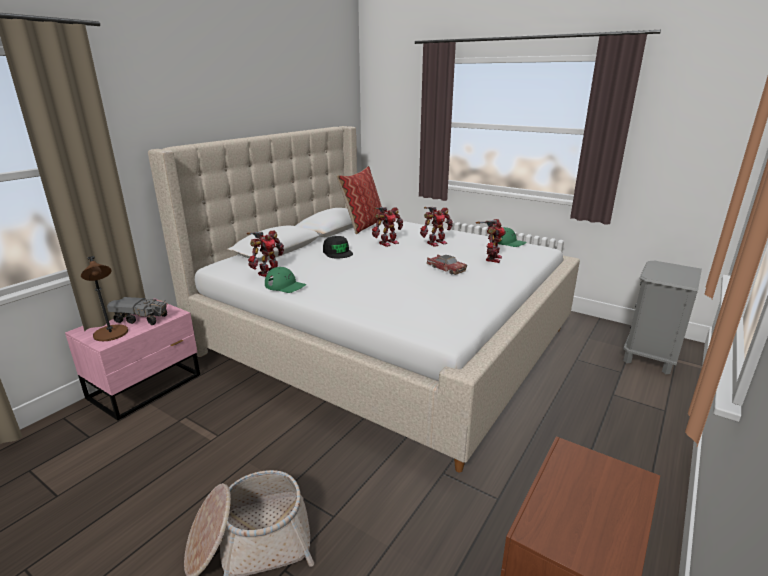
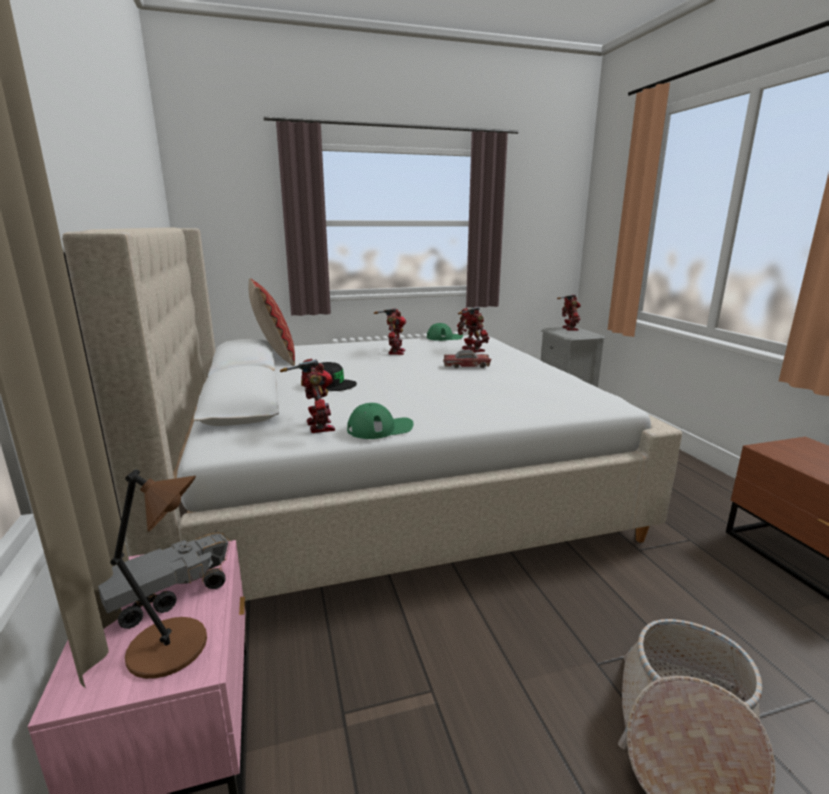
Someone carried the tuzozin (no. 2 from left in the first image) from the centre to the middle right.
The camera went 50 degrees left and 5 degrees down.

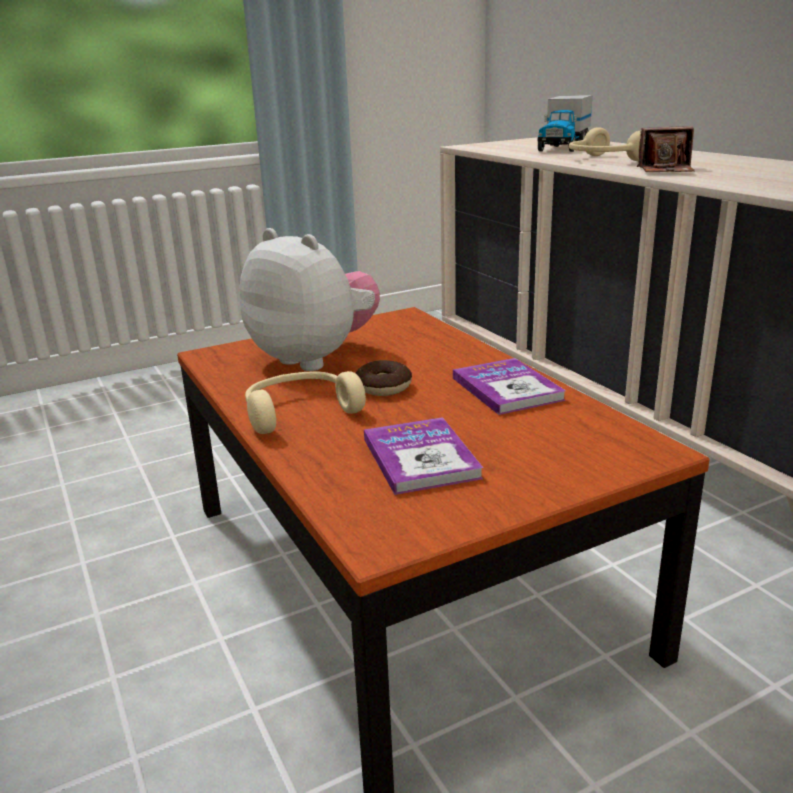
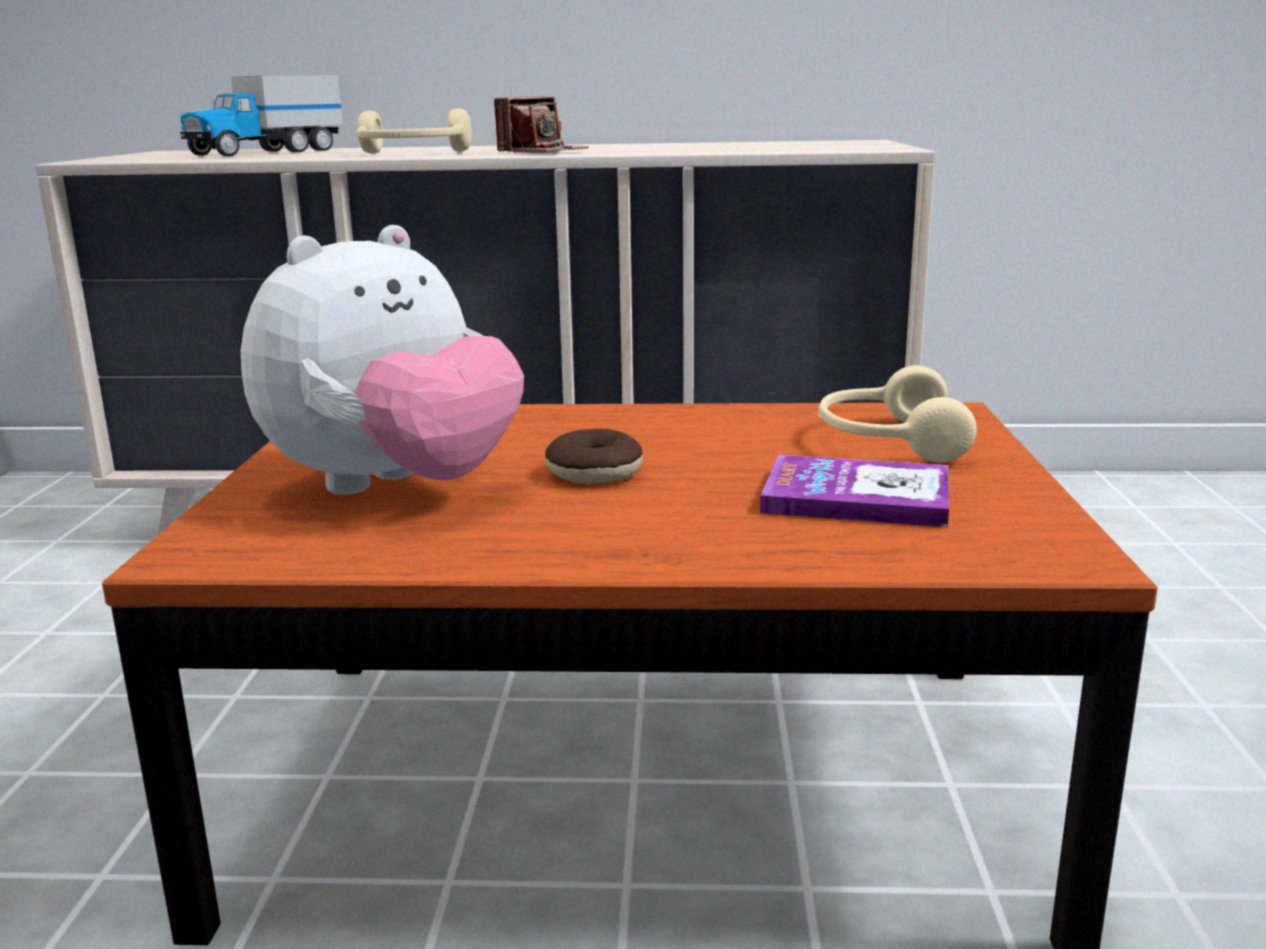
Someone rotated the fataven at the centre by 150 degrees clockwise.
Someone carried the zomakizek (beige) (no. 1 from left in the first image) from the centre to the middle right.
Someone took away the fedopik (no. 2 from left) at the centre.
Someone rotated the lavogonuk at the top right by 75 degrees clockwise.
The camera went 60 degrees left and 5 degrees down.

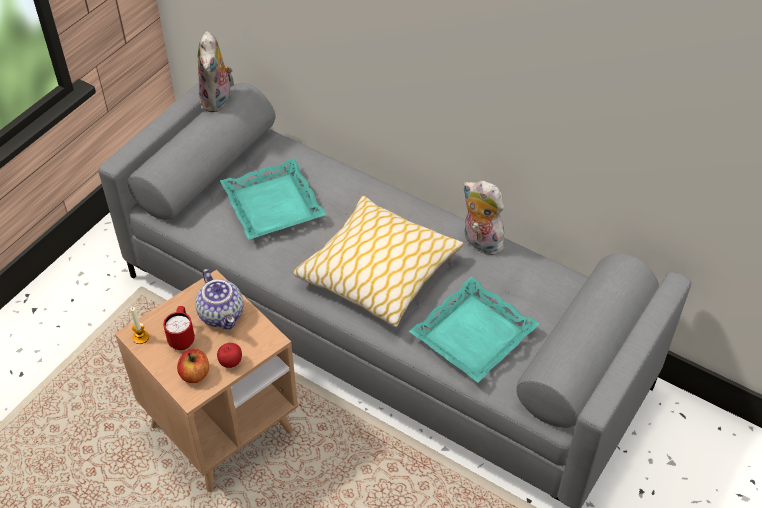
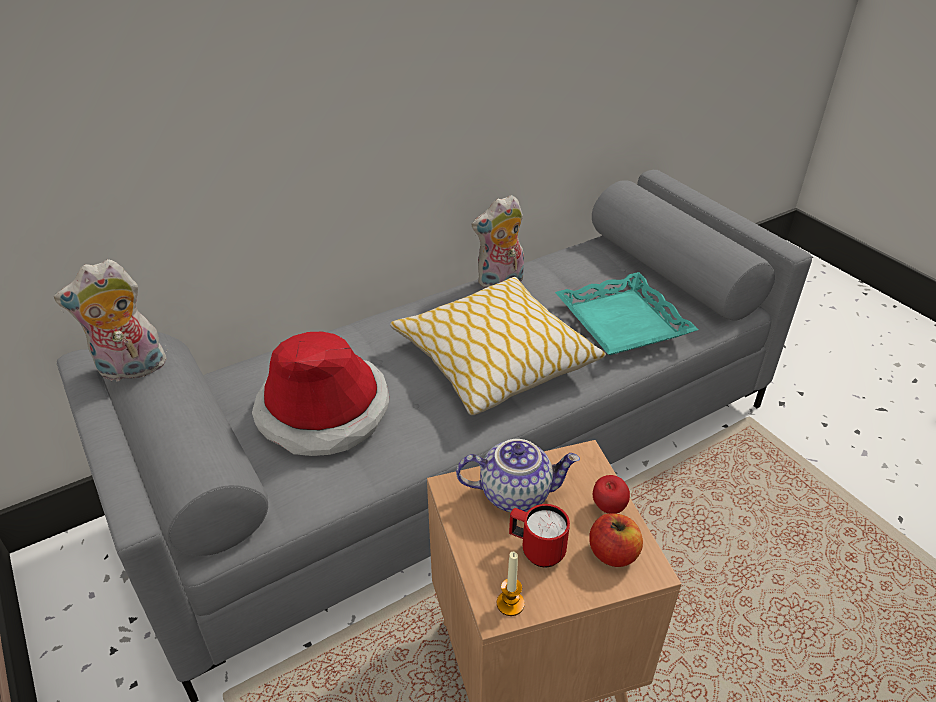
Someone rotated the fataven (no. 1 from left) at the top left by 135 degrees clockwise.
Someone swapped the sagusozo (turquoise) (no. 1 from left) at the centre for the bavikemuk at the centre.
The camera went 65 degrees left and 10 degrees down.

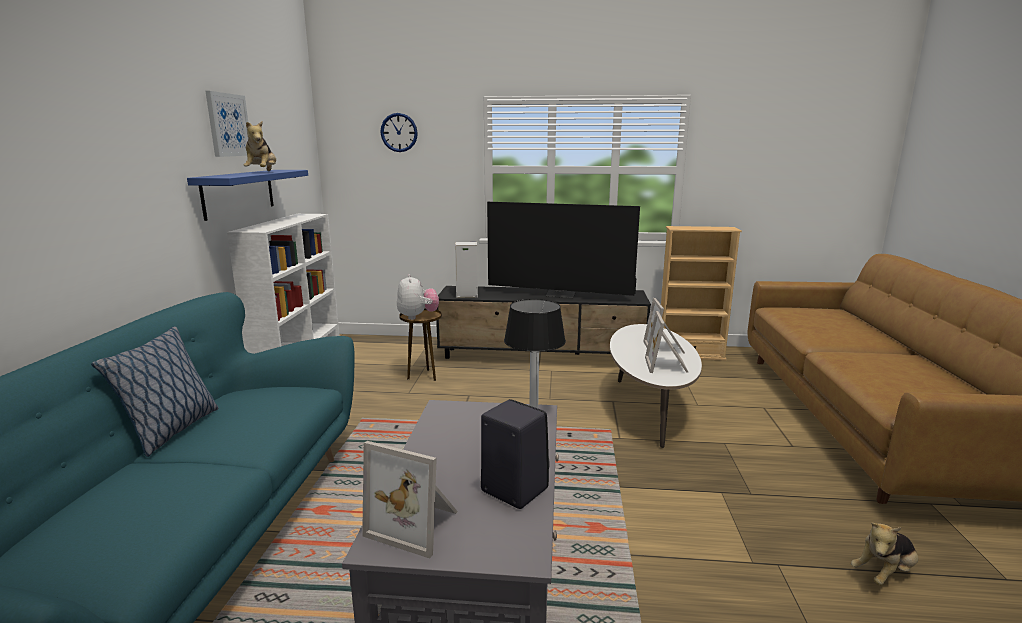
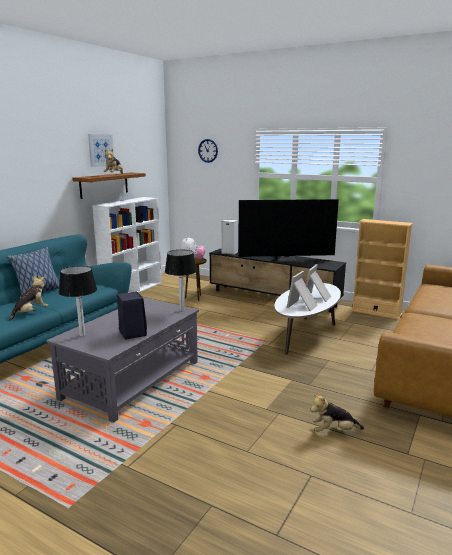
Someone repainted the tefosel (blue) at the top left, which became the tefosel (brown) at the middle left.
Someone swapped the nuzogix (no. 1 from left) at the bottom centre for the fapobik (no. 1 from left) at the middle left.
Someone rotated the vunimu at the centre by 45 degrees counterclockwise.
Someone put down the fataven (no. 1 from left) at the middle left.
The camera went 25 degrees right and 0 degrees up.

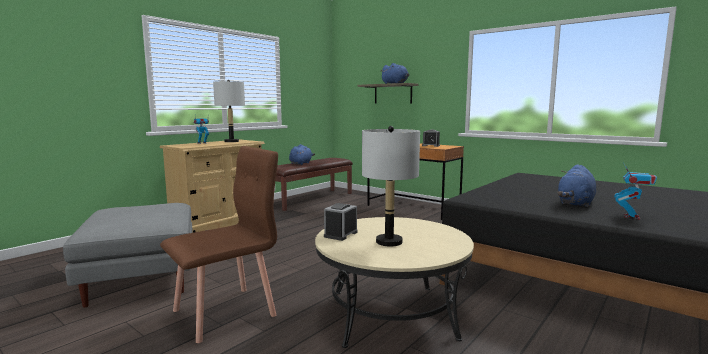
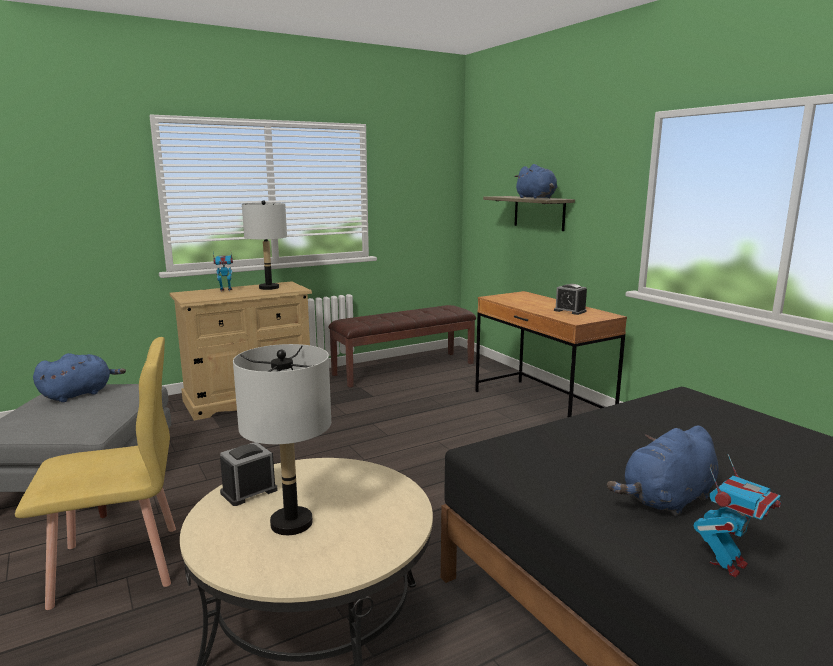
Someone repainted the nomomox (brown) at the bottom left, which became the nomomox (yellow) at the bottom left.
Someone carried the fataven (blue) (no. 1 from left) from the centre to the middle left.
The camera went 20 degrees right and 5 degrees up.

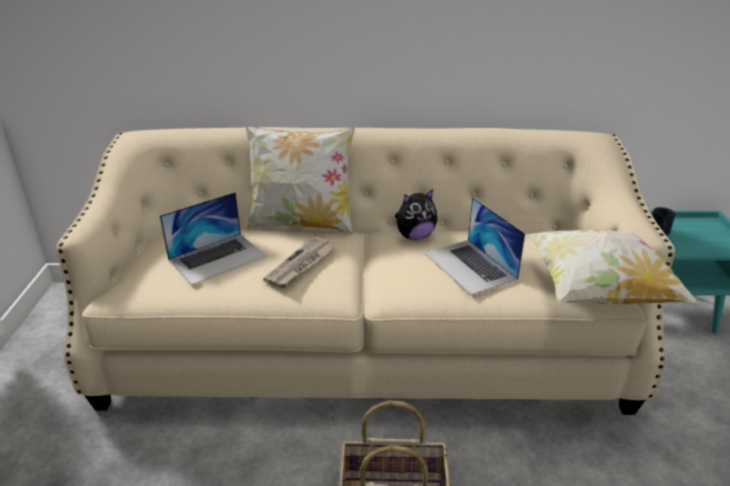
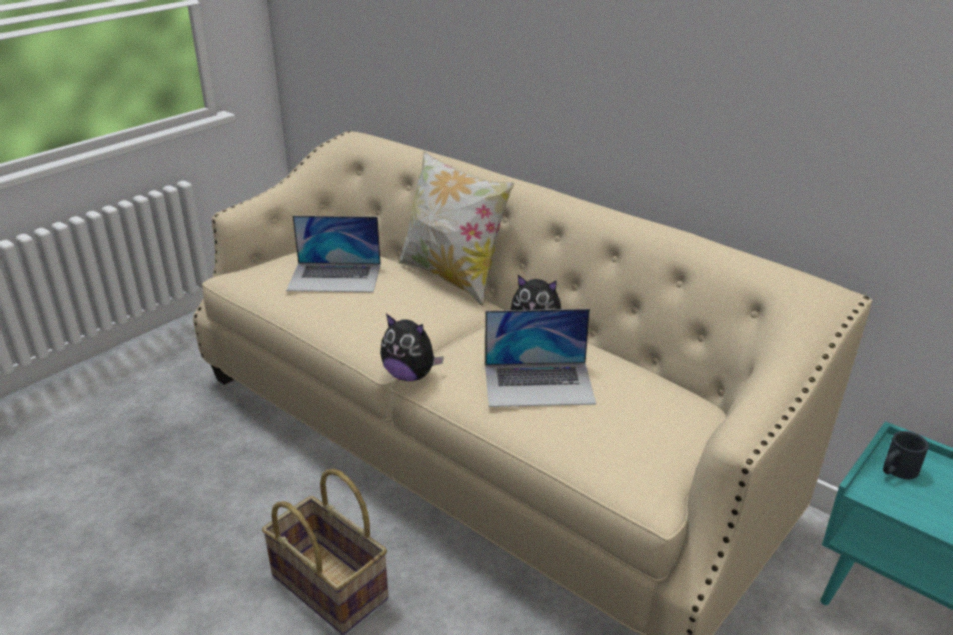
Someone took away the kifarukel at the centre.
Someone rotated the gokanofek (no. 2 from left) at the centre by 105 degrees counterclockwise.
Someone took away the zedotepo (no. 2 from left) at the middle right.
Someone put down the fataven (no. 1 from left) at the centre.
The camera went 40 degrees right and 0 degrees up.

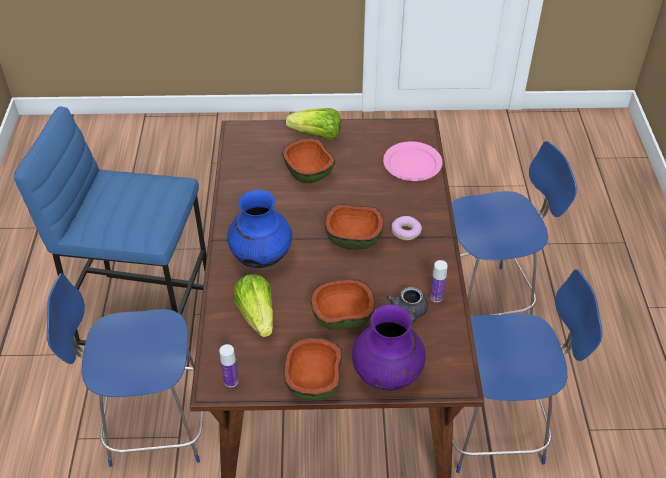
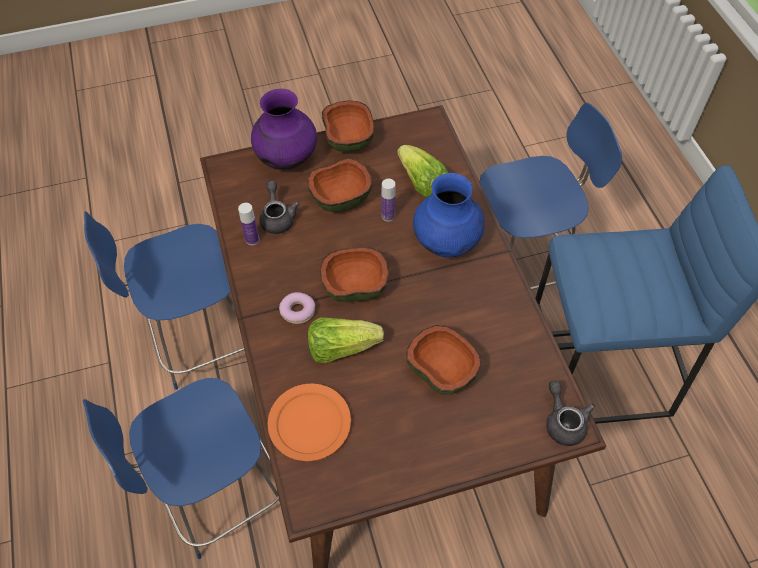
Someone carried the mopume (no. 1 from left in the first image) from the bottom centre to the centre.
Someone carried the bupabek (no. 2 from left in the first image) from the top centre to the centre.
Someone repainted the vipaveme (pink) at the centre, which became the vipaveme (orange) at the bottom centre.
Someone put down the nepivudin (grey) (no. 2 from left) at the bottom right.
The camera went 165 degrees right and 10 degrees up.

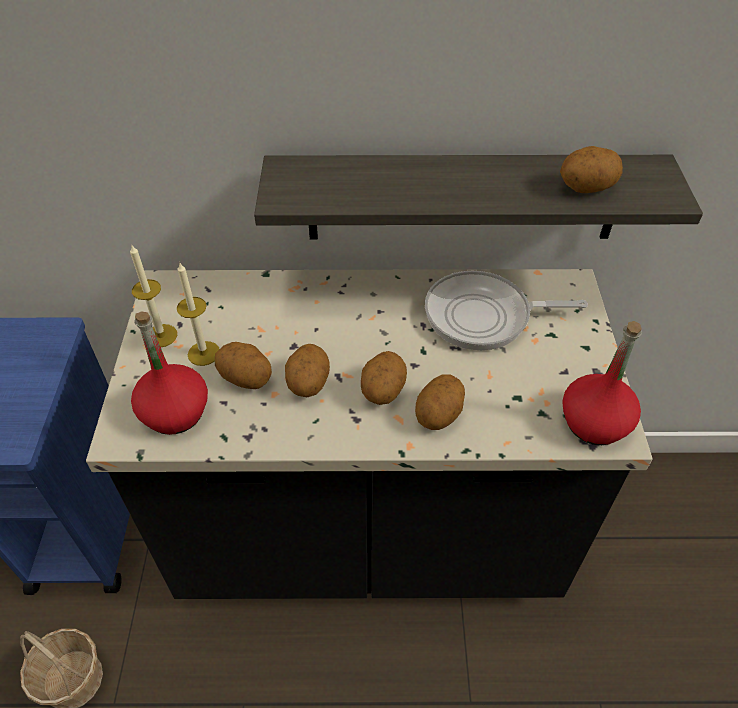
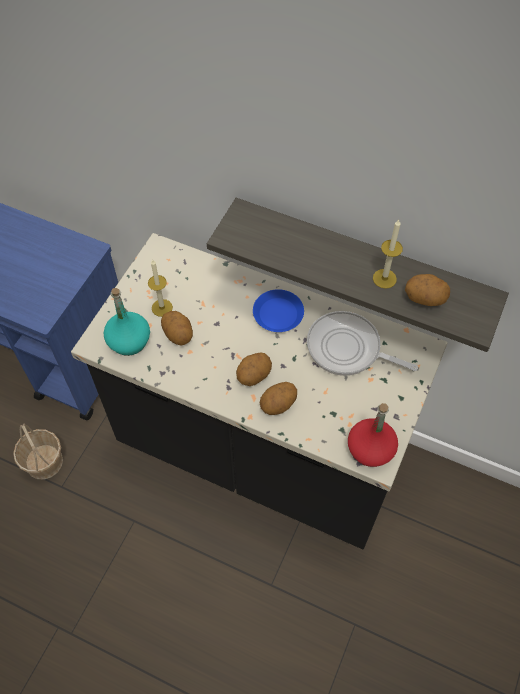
Someone carried the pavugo (no. 1 from left in the first image) from the middle left to the middle right.
Someone repainted the mopume (red) (no. 1 from left) at the middle left, which became the mopume (turquoise) at the middle left.
Someone took away the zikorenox (no. 2 from left) at the centre.
Someone put down the vipaveme (blue) at the centre.
The camera went 25 degrees right and 10 degrees up.

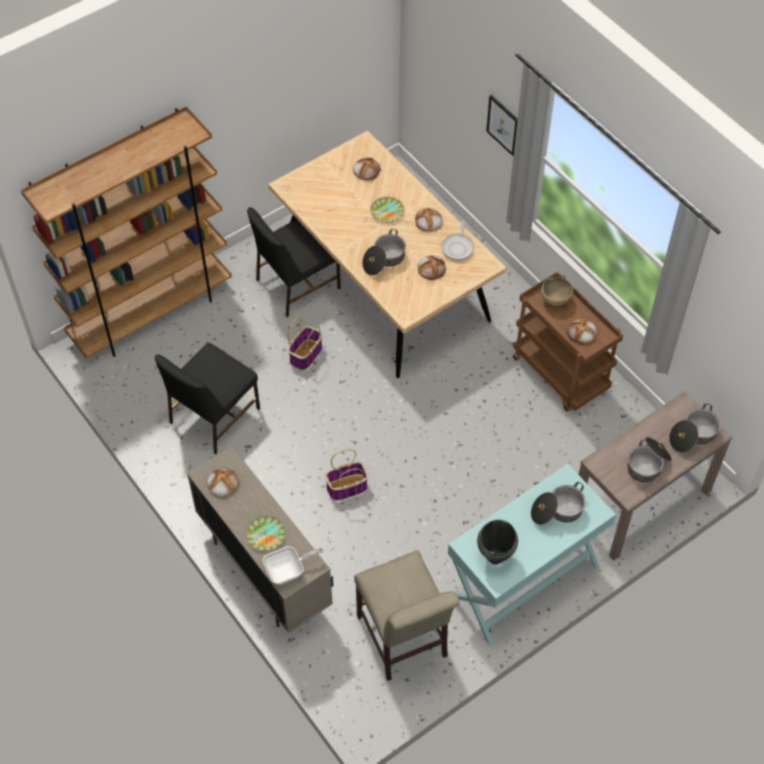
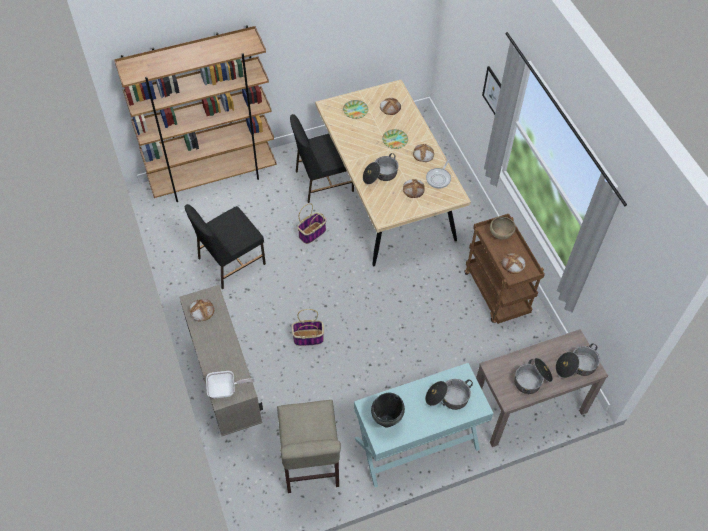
Someone carried the vipaveme (no. 1 from left) from the bottom centre to the top centre.
The camera went 15 degrees right and 0 degrees up.

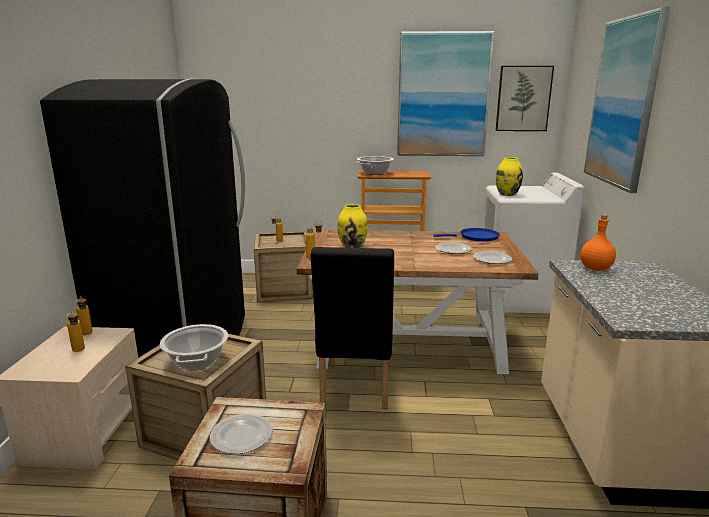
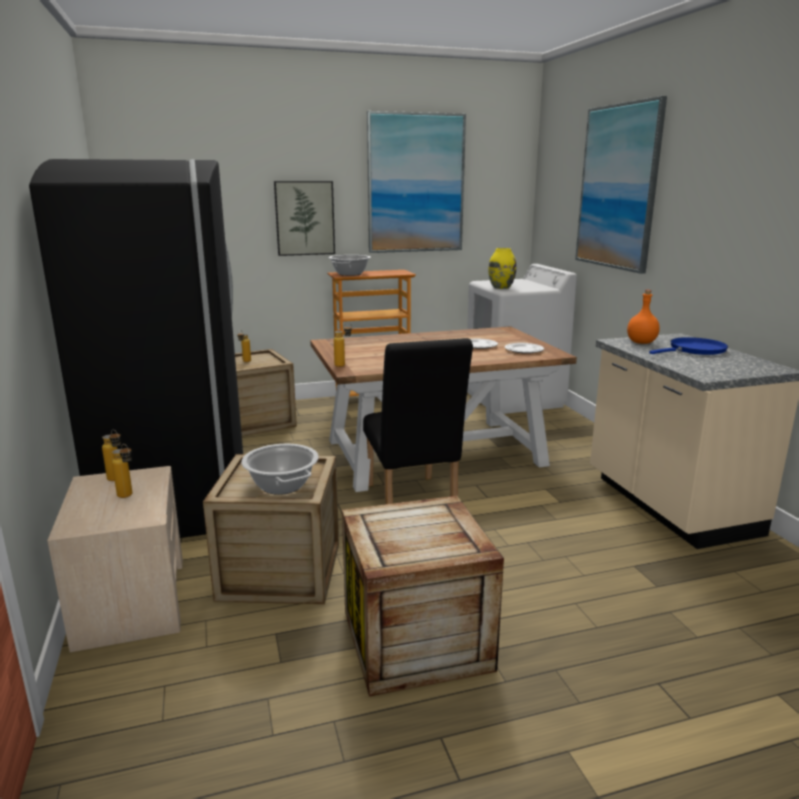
Someone took away the vipaveme (no. 1 from left) at the bottom centre.
Someone took away the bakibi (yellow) (no. 1 from left) at the centre.
Someone carried the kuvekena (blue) from the centre to the middle right.
Someone carried the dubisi (no. 2 from left in the first image) from the top right to the top centre.
The camera went 20 degrees left and 0 degrees up.

